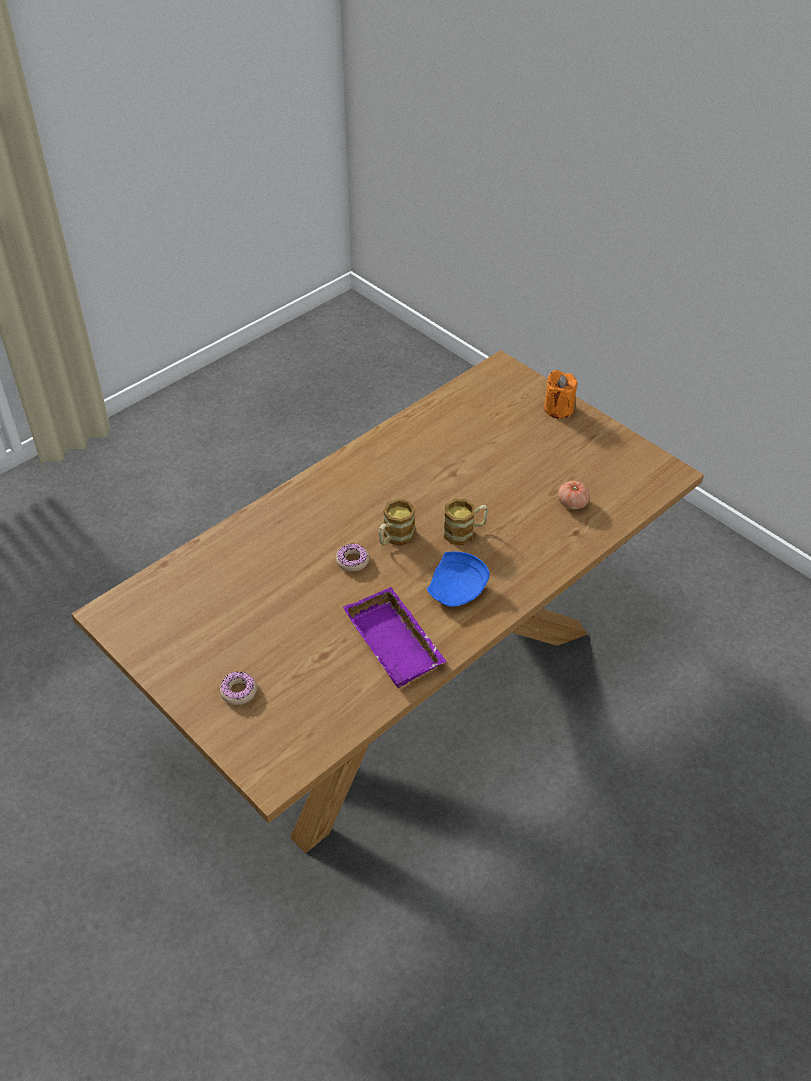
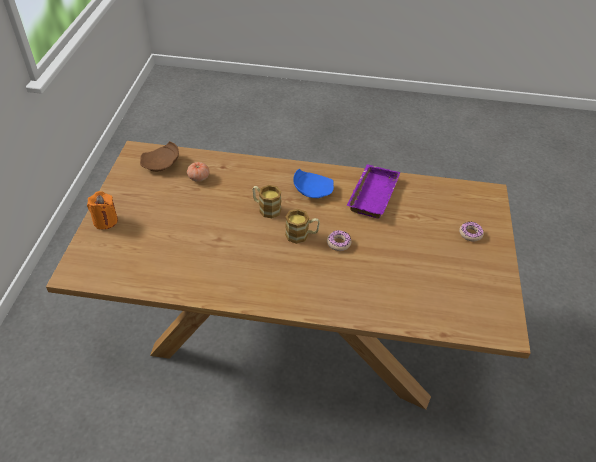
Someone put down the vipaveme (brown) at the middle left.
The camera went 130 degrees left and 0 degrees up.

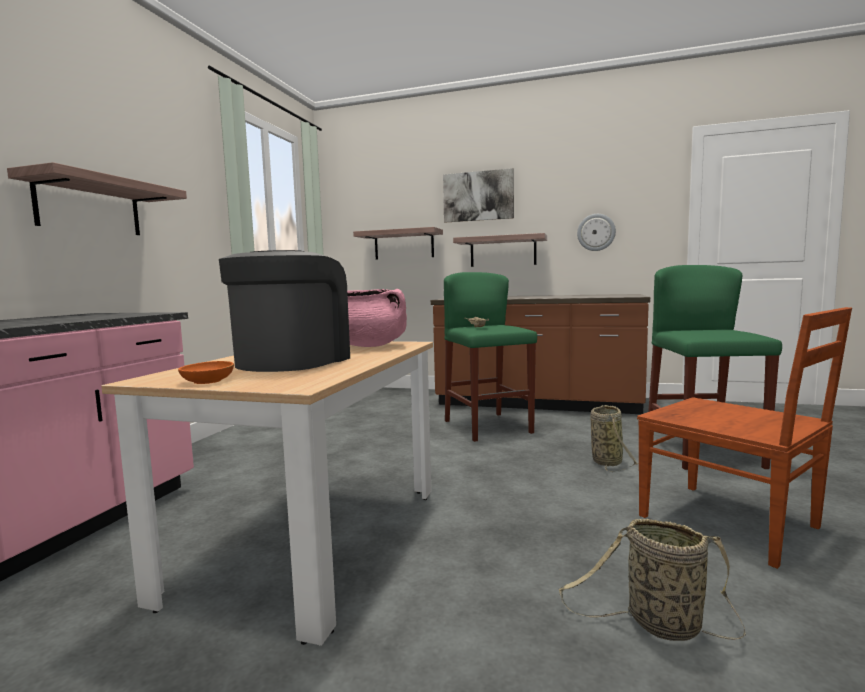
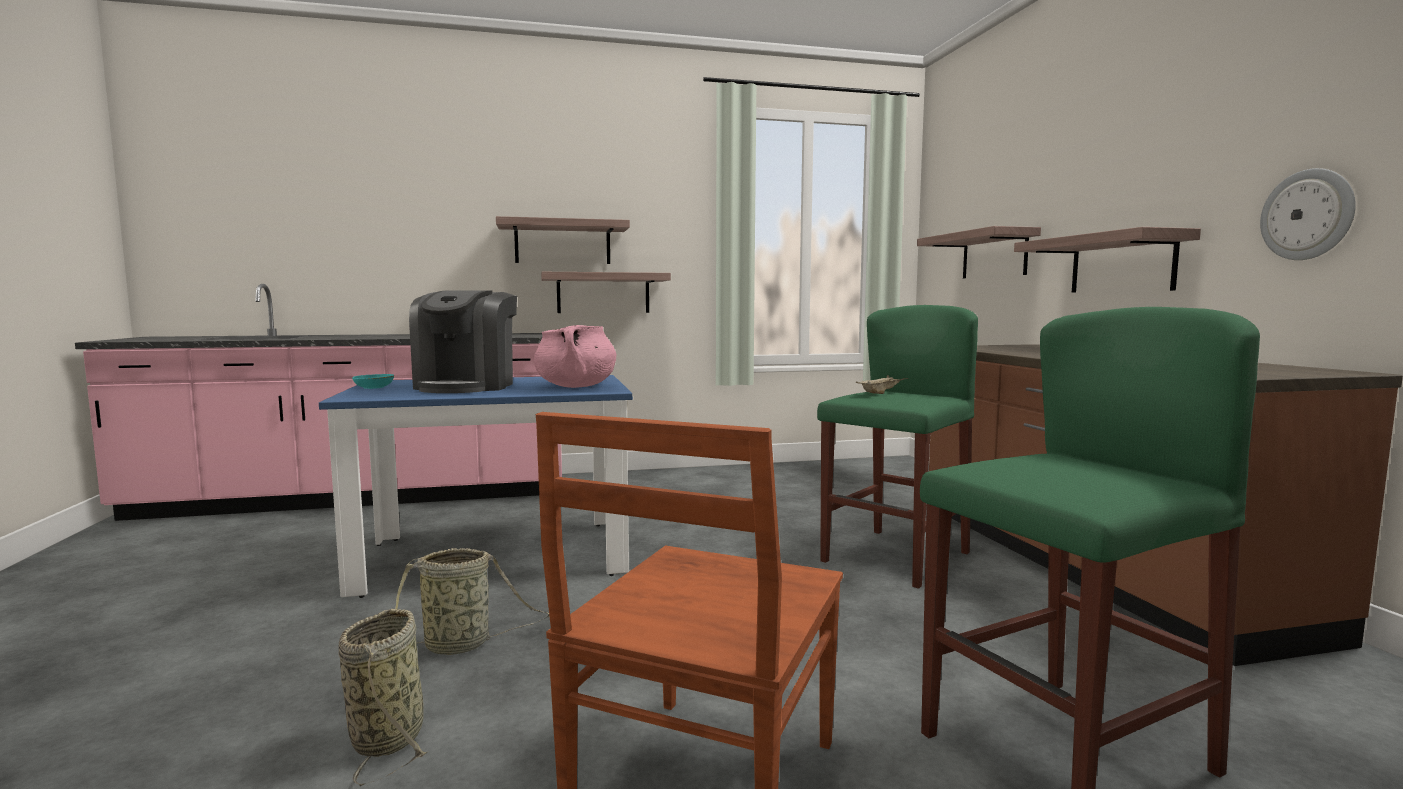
Someone repainted the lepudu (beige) at the bottom left, which became the lepudu (blue) at the centre.
Someone repainted the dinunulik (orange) at the middle left, which became the dinunulik (turquoise) at the middle left.
Someone rotated the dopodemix at the middle left by 105 degrees clockwise.
Someone took away the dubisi at the top centre.
Someone carried the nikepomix (no. 1 from left in the first image) from the middle right to the bottom centre.
Someone put up the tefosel (no. 2 from left) at the centre.
The camera went 60 degrees right and 0 degrees up.

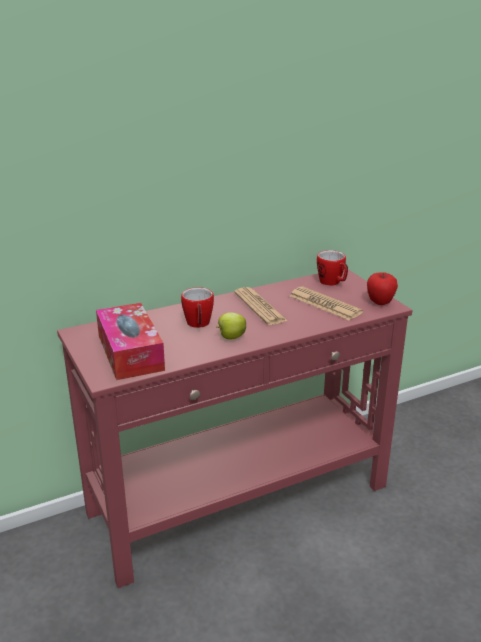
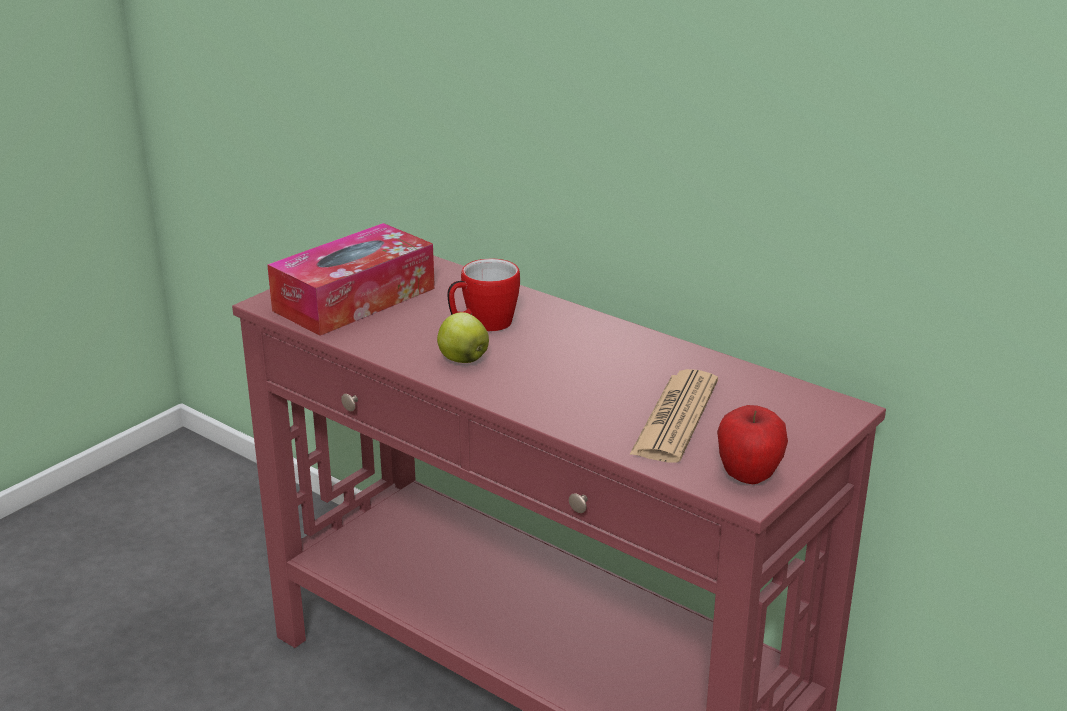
Someone took away the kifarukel (no. 1 from left) at the centre.
Someone took away the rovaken (no. 2 from left) at the middle right.
The camera went 65 degrees right and 0 degrees up.

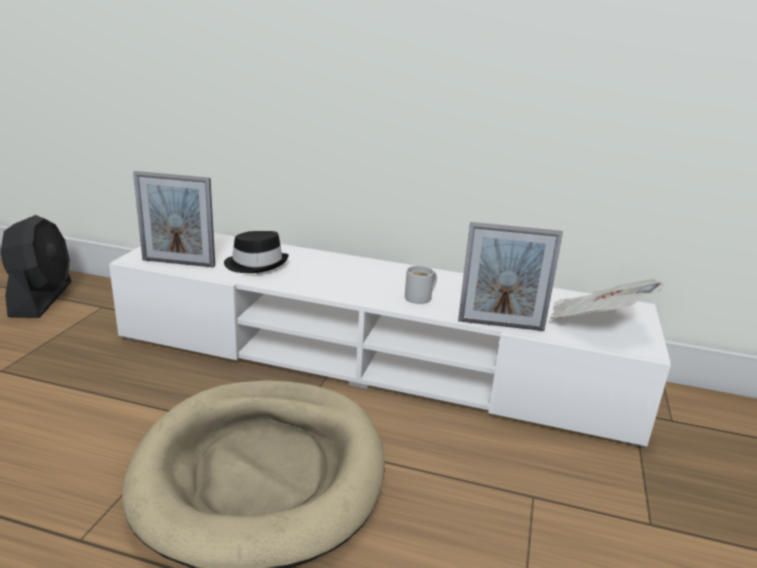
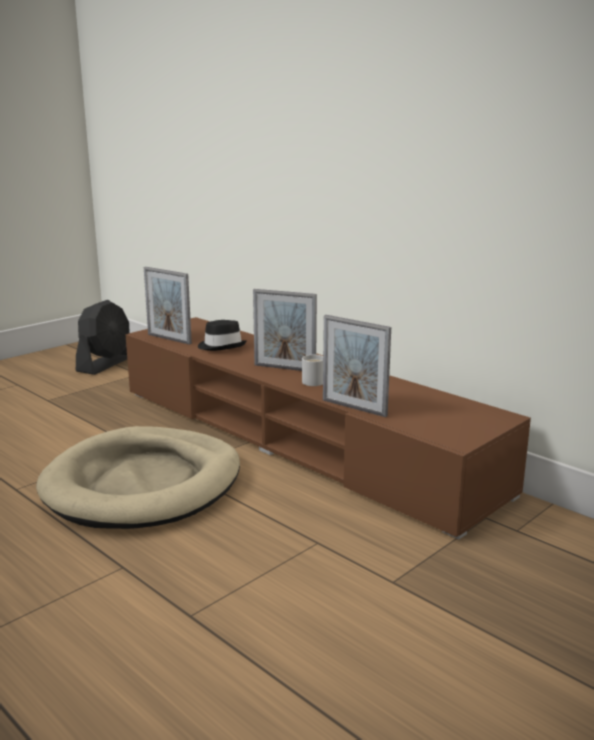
Someone repainted the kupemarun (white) at the centre, which became the kupemarun (brown) at the centre.
Someone took away the kifarukel at the middle right.
Someone put down the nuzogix (no. 2 from left) at the centre.
The camera went 30 degrees right and 5 degrees down.

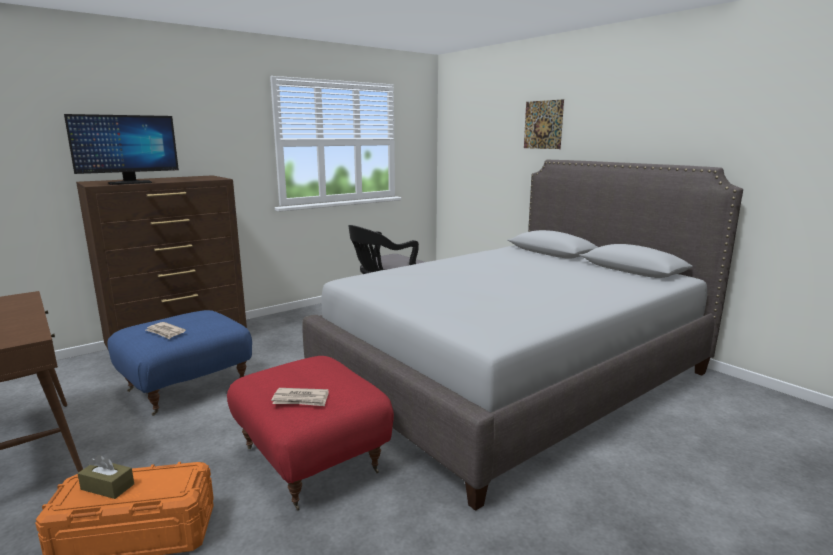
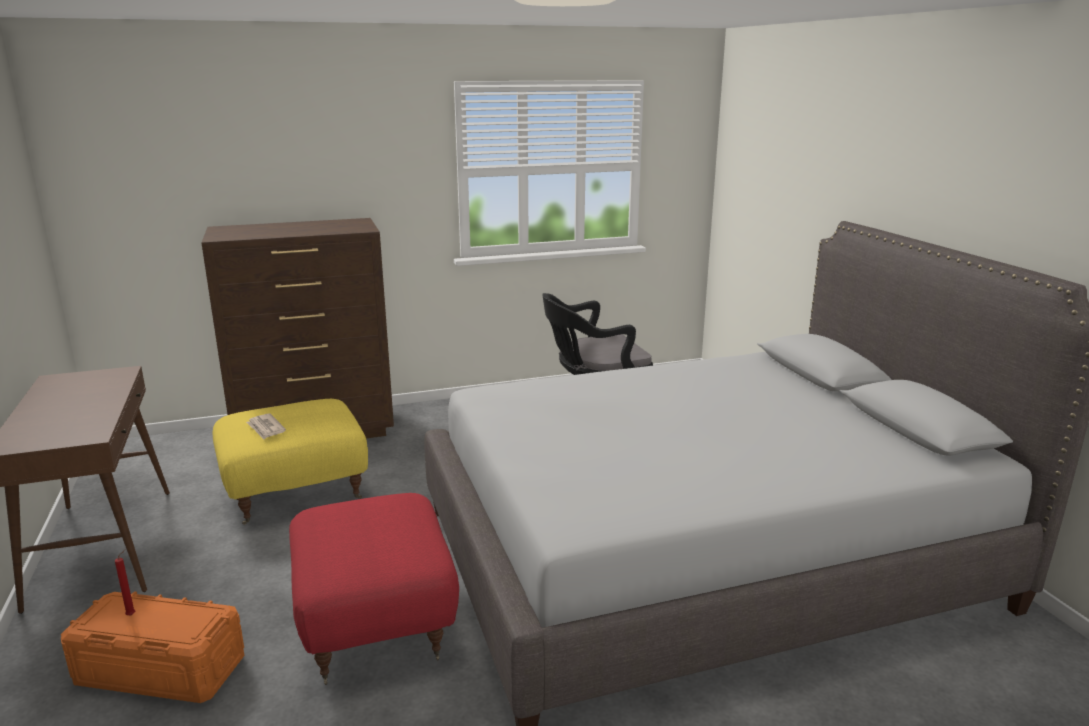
Someone took away the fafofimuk at the top left.
Someone swapped the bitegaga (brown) at the bottom left for the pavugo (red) at the bottom left.
Someone repainted the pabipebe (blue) at the middle left, which became the pabipebe (yellow) at the middle left.
Someone took away the kifarukel (no. 2 from left) at the bottom centre.
Someone took away the dubisi at the top centre.
The camera went 20 degrees right and 5 degrees up.

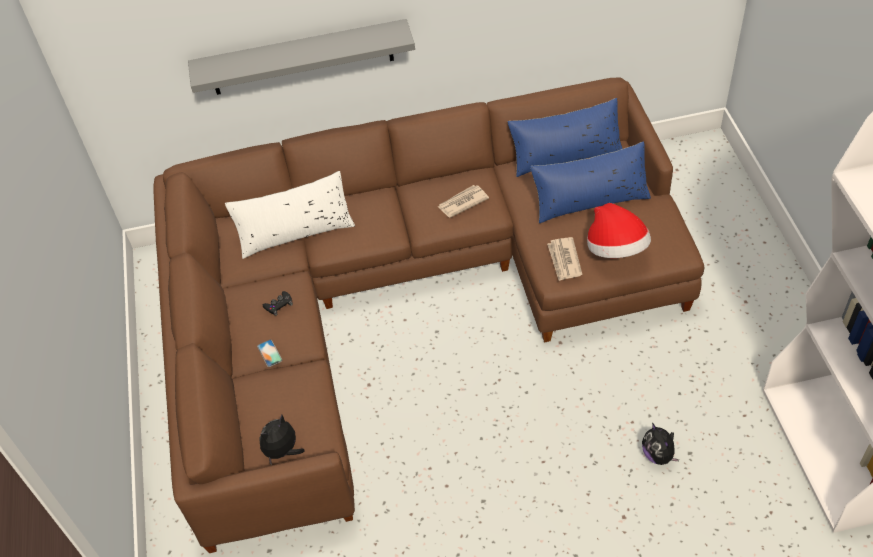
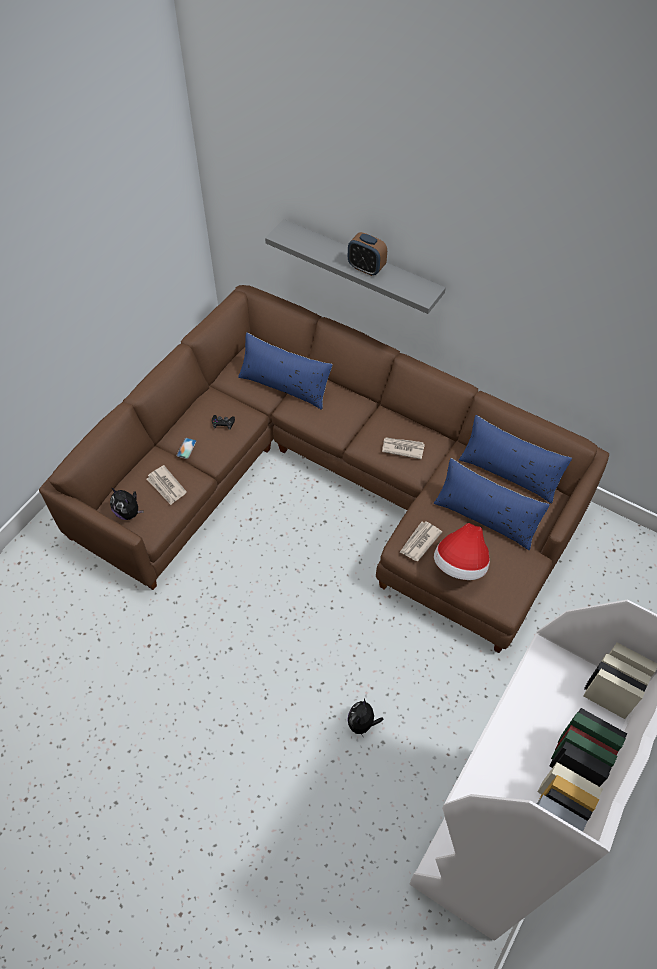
Someone repainted the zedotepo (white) at the middle left, which became the zedotepo (blue) (no. 1 from left) at the centre.
Someone rotated the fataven (no. 1 from left) at the bottom left by 135 degrees counterclockwise.
Someone put down the kifarukel (no. 1 from left) at the middle left.
Someone put down the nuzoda at the top centre.
The camera went 40 degrees right and 5 degrees up.

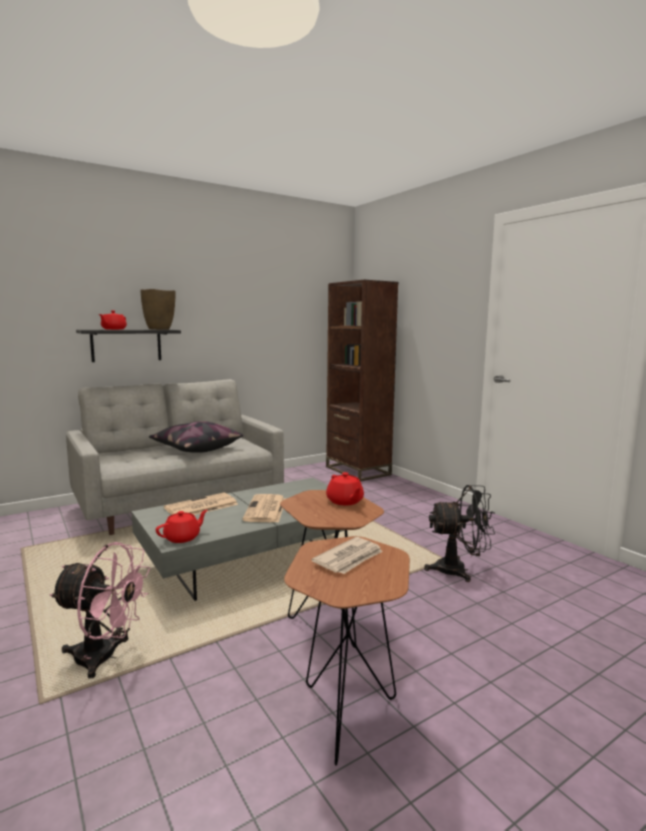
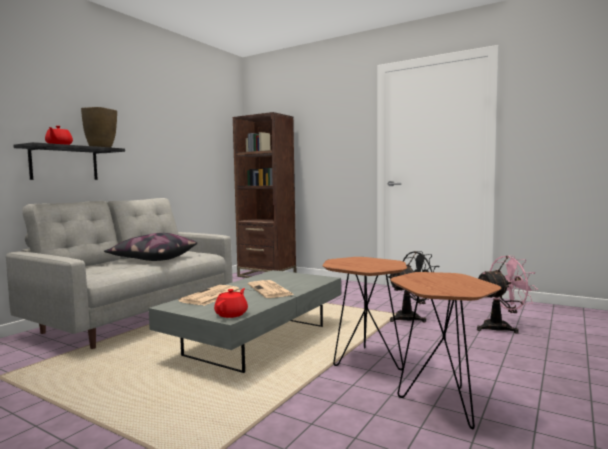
Someone carried the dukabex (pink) from the bottom left to the middle right.
Someone took away the kifarukel (no. 3 from left) at the bottom centre.
Someone took away the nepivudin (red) (no. 3 from left) at the centre.
The camera went 25 degrees left and 5 degrees down.

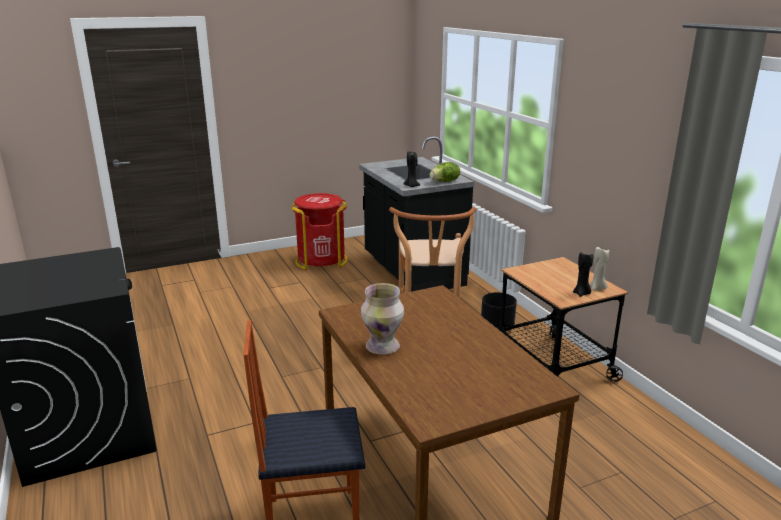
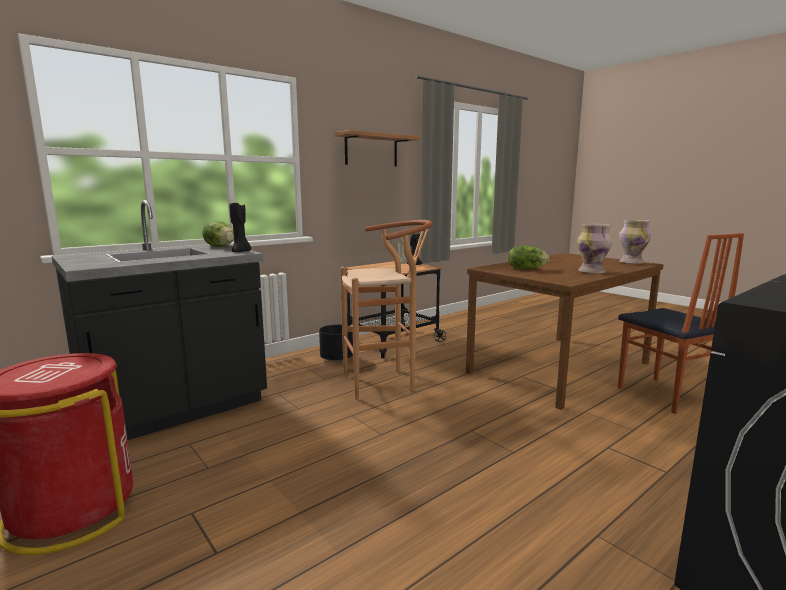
Someone put up the tefosel at the top centre.
Someone put down the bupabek (no. 2 from left) at the middle right.
Someone put down the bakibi (no. 2 from left) at the middle right.
The camera went 105 degrees left and 10 degrees down.

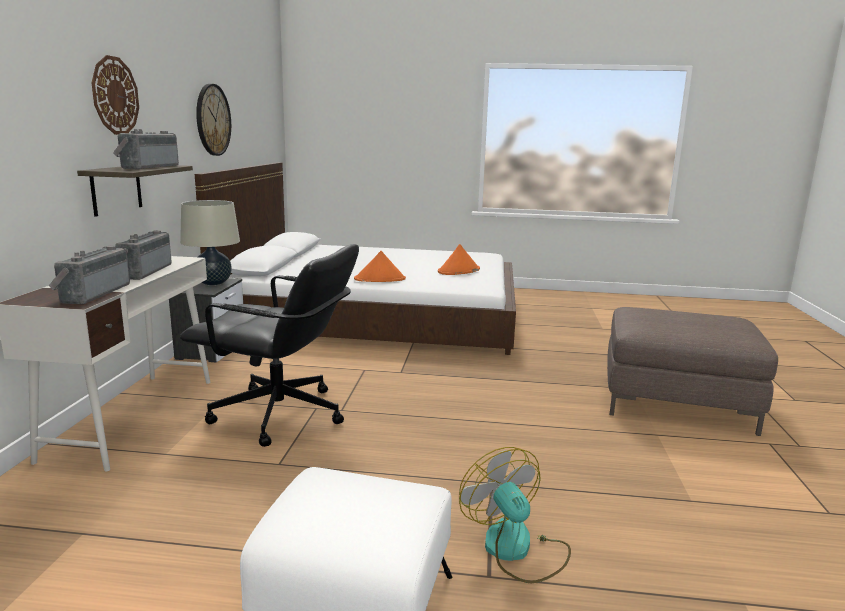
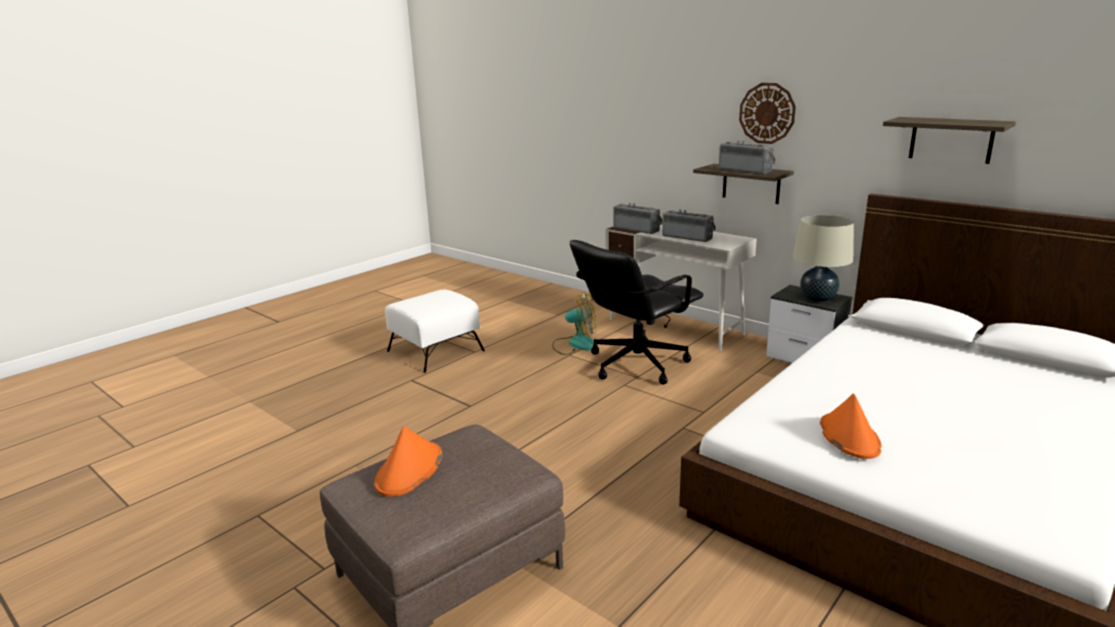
Someone swapped the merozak (no. 2 from left) at the top left for the tefosel (no. 2 from left) at the top right.
Someone carried the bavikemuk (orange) (no. 1 from left) from the centre to the bottom centre.
Someone carried the dukabex from the bottom centre to the centre.
The camera went 125 degrees right and 5 degrees up.

